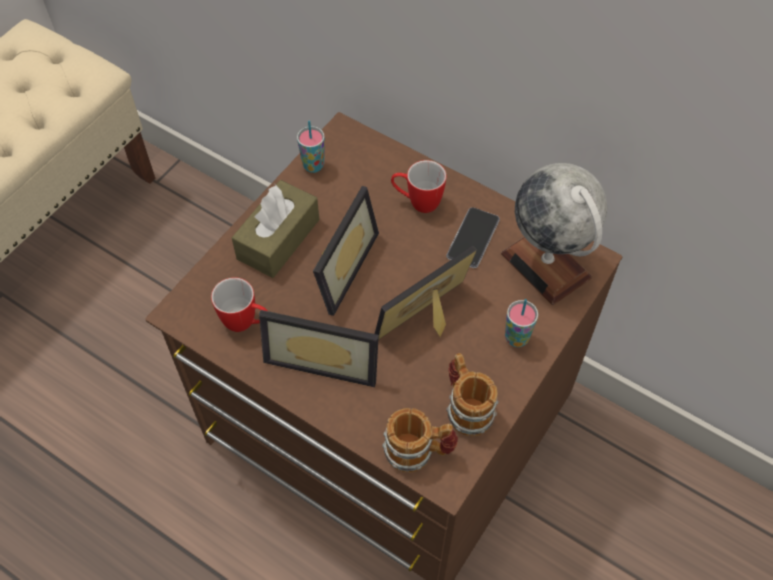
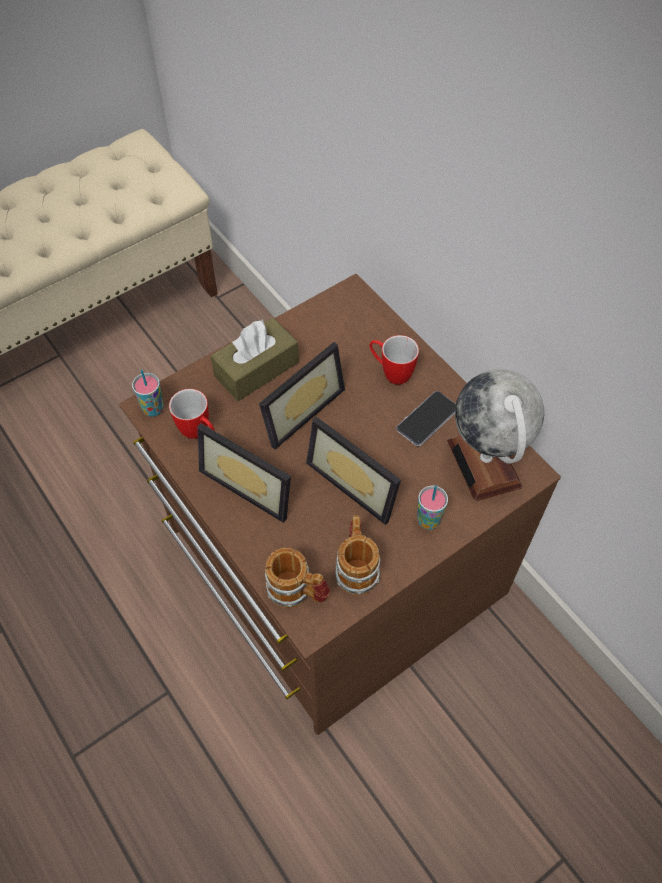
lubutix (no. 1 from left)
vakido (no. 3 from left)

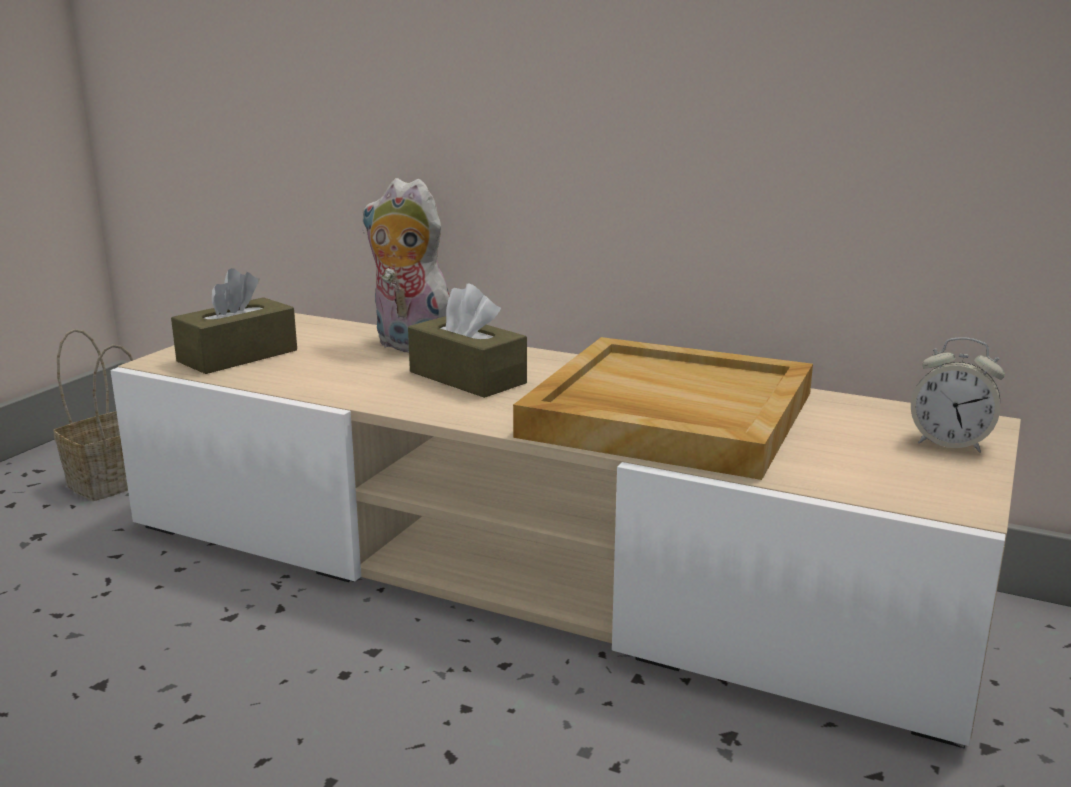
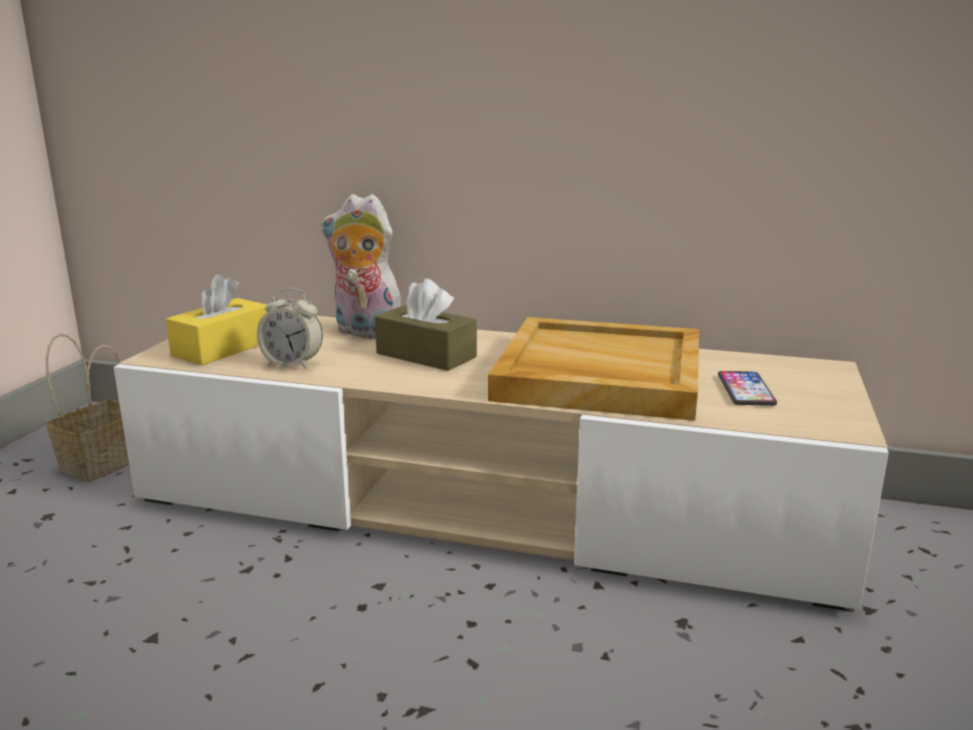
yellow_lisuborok
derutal
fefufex

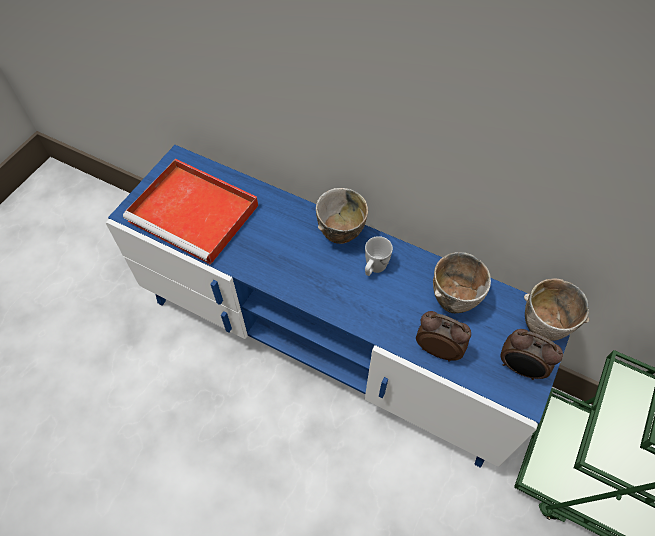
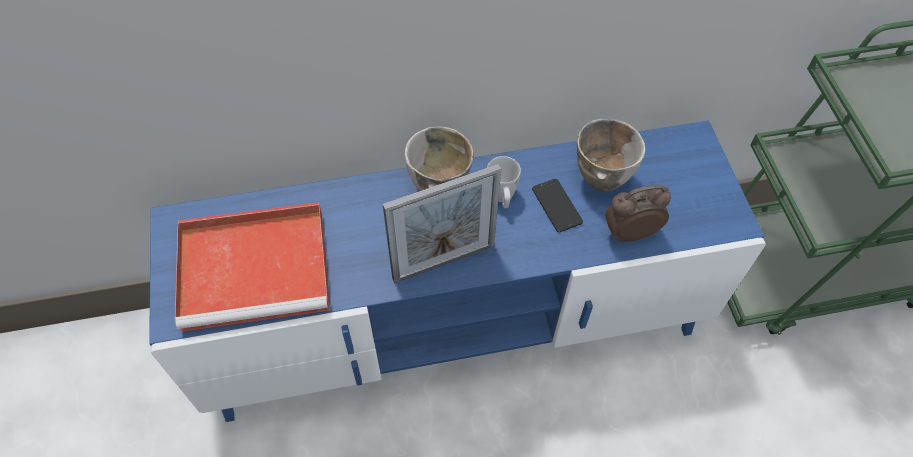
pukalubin (no. 3 from left in the first image)
derutal (no. 2 from left in the first image)
vakido
fefufex

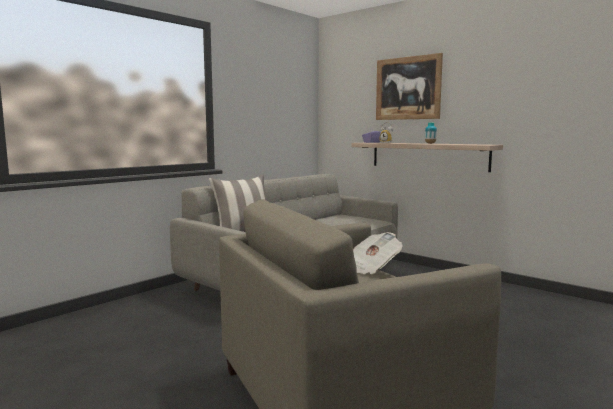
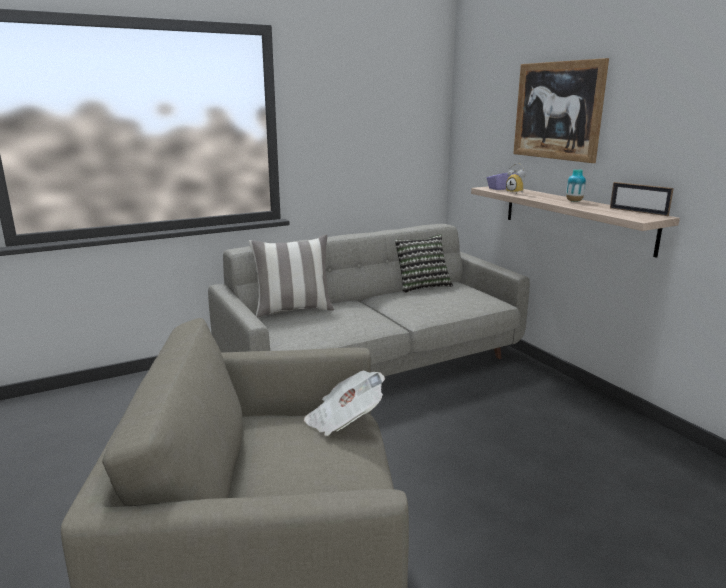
vakido
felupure (no. 2 from left)

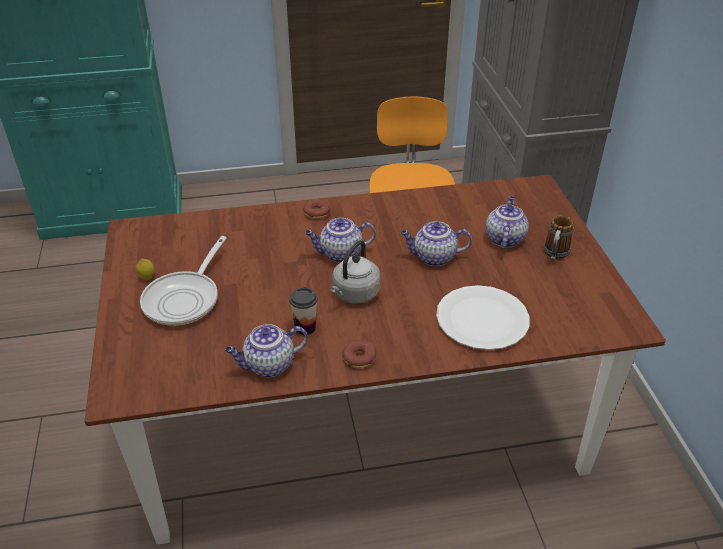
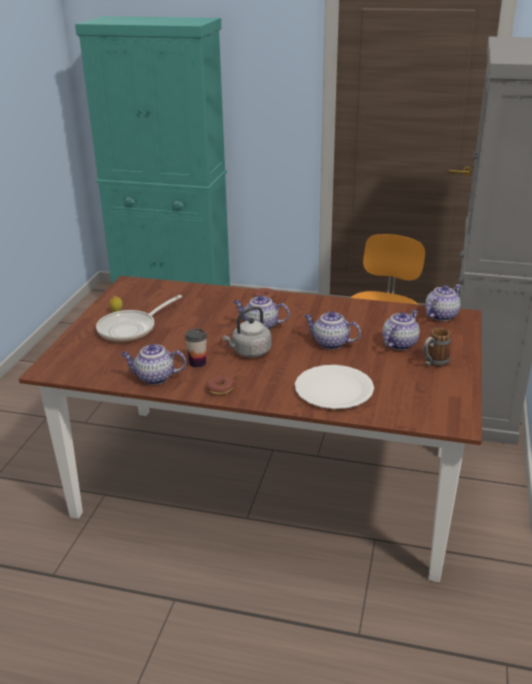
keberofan (no. 5 from left)

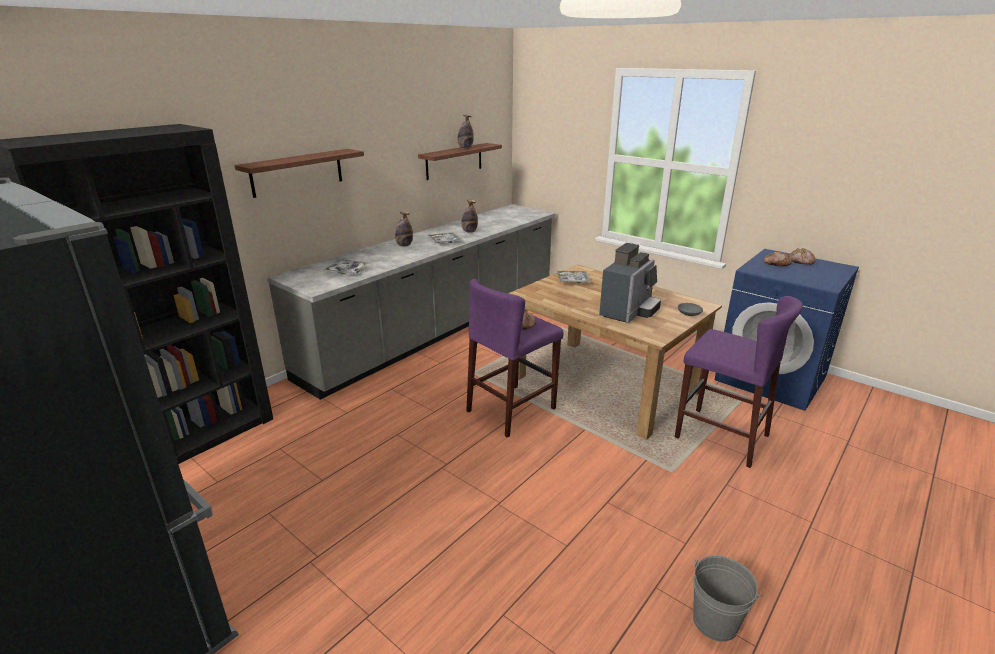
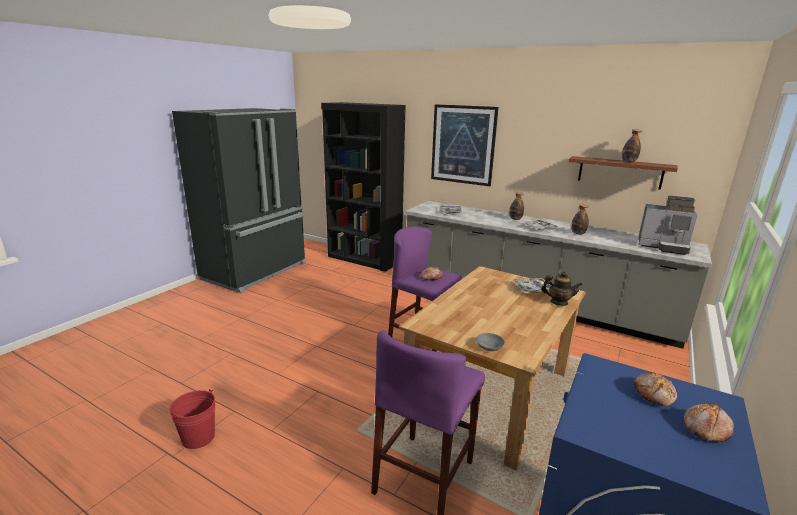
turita
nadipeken
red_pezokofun
keberofan

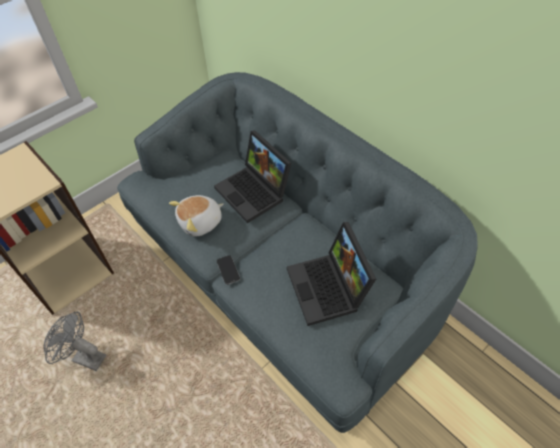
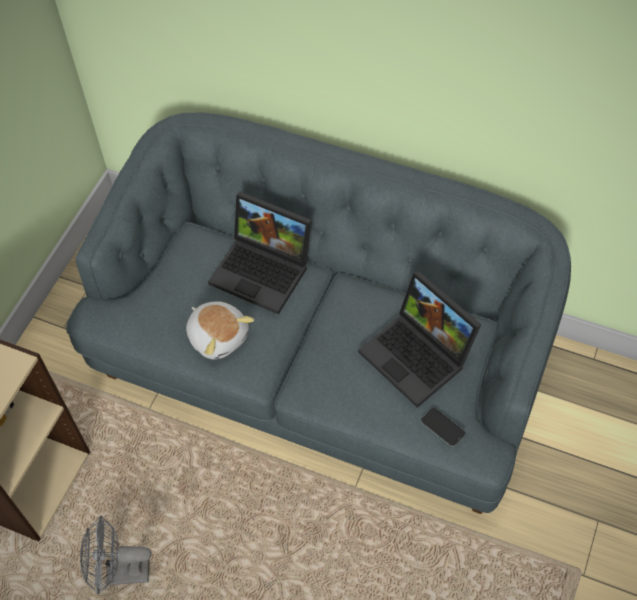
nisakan
fefufex

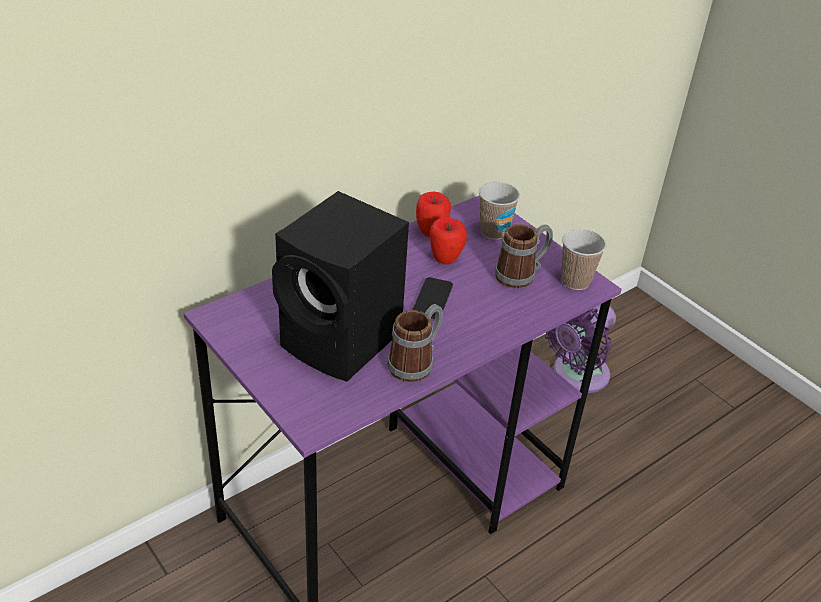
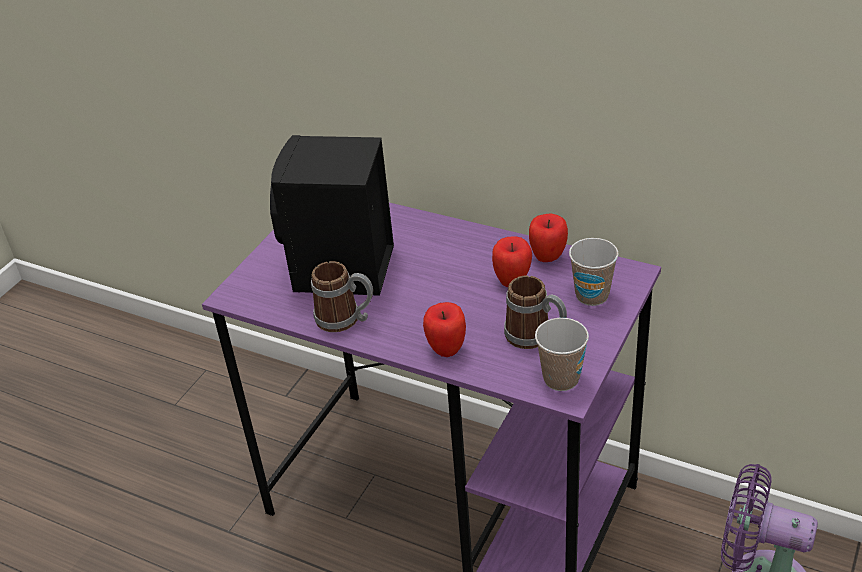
fefufex
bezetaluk (no. 1 from left)

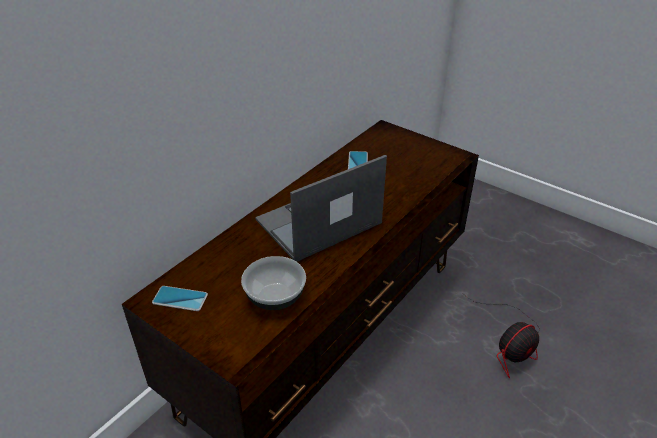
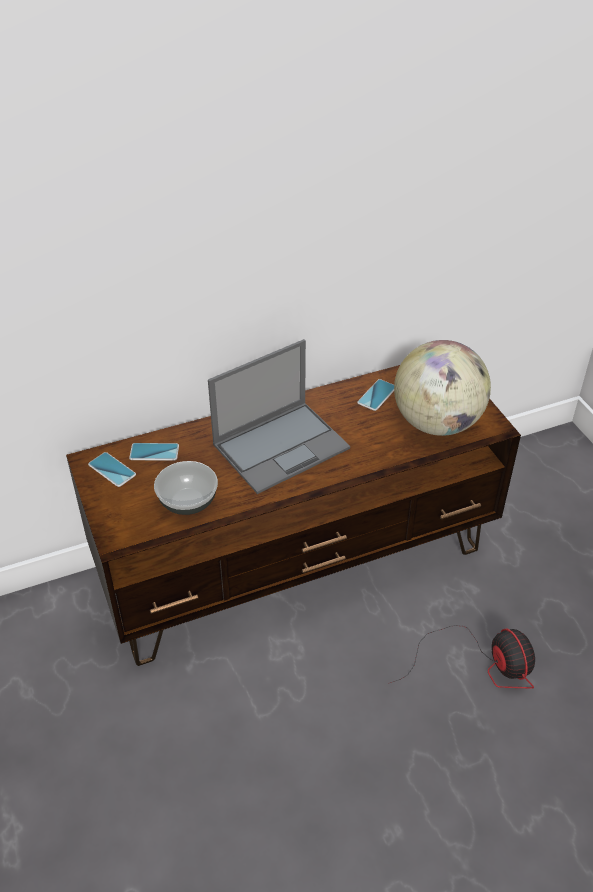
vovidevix
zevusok
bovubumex
fefufex (no. 2 from left)

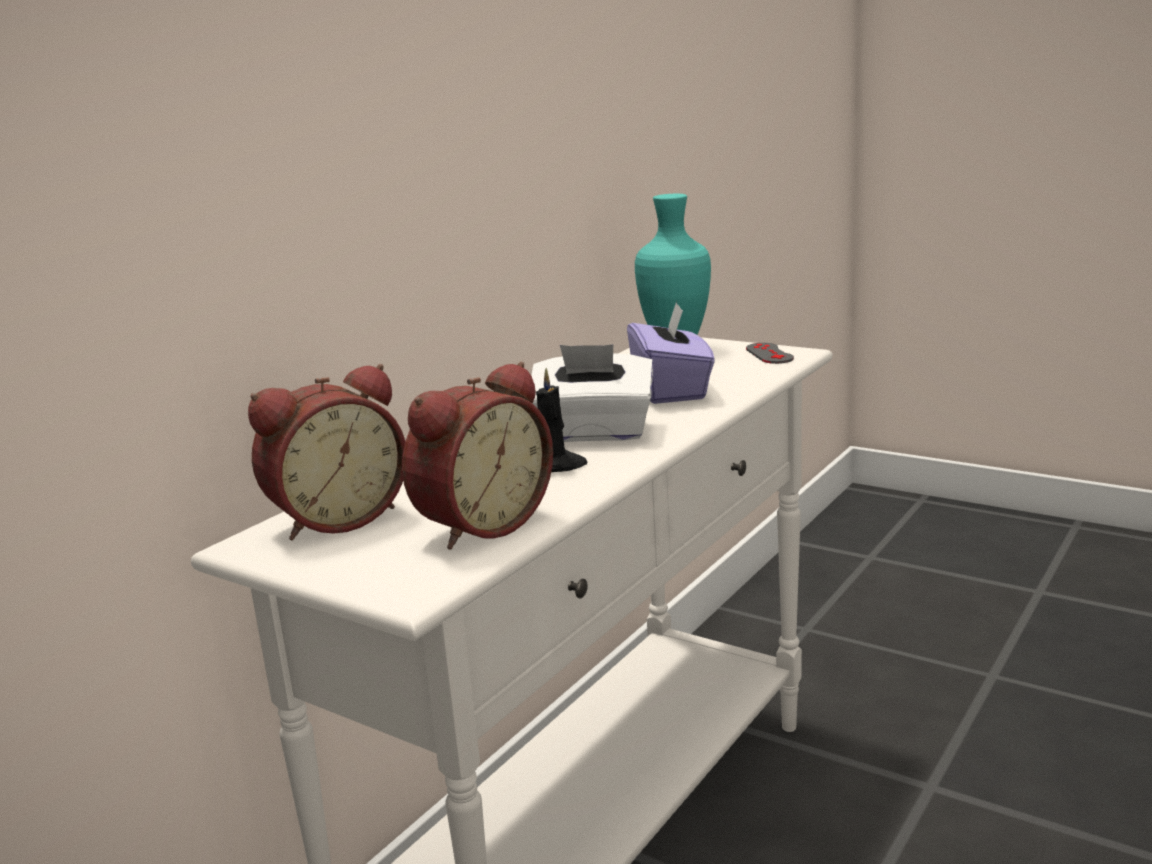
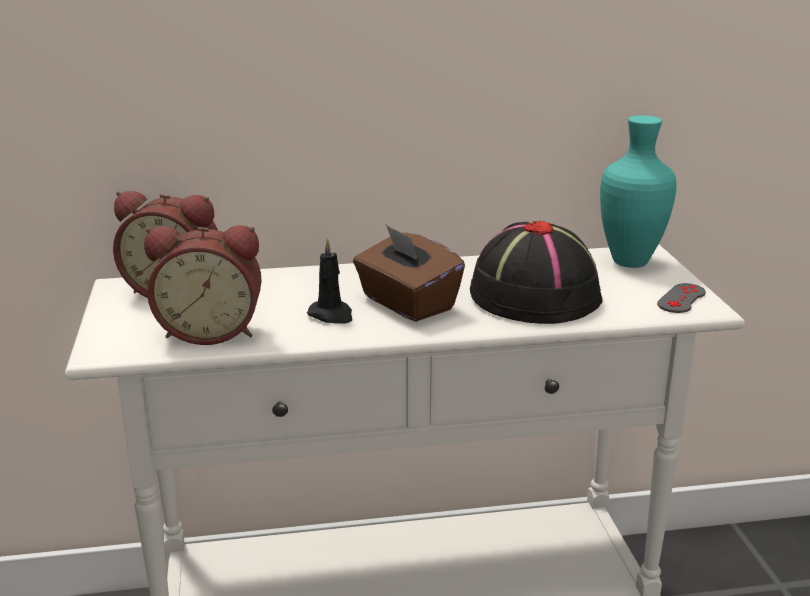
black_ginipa
brown_lisuborok

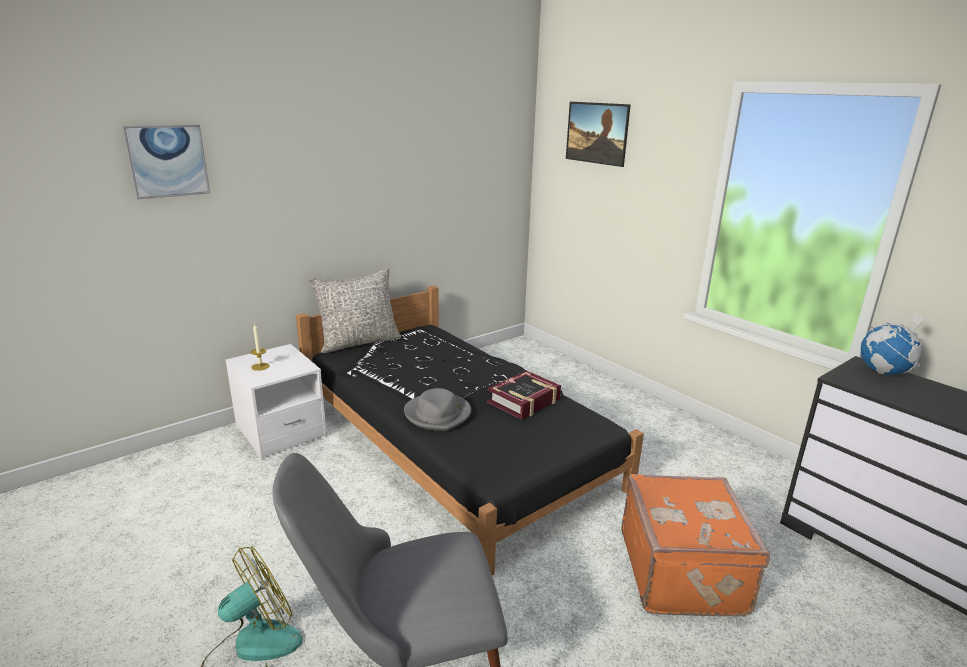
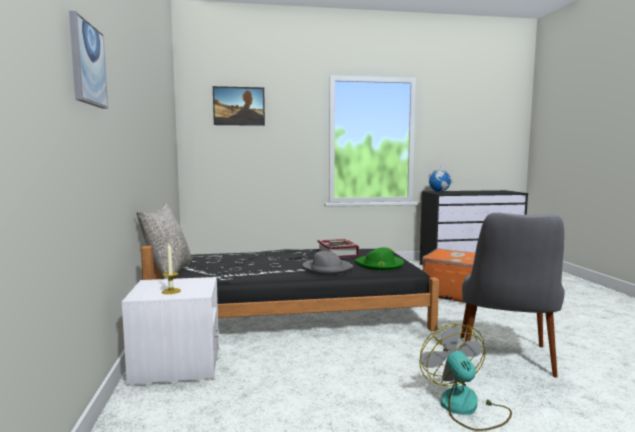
green_ginipa

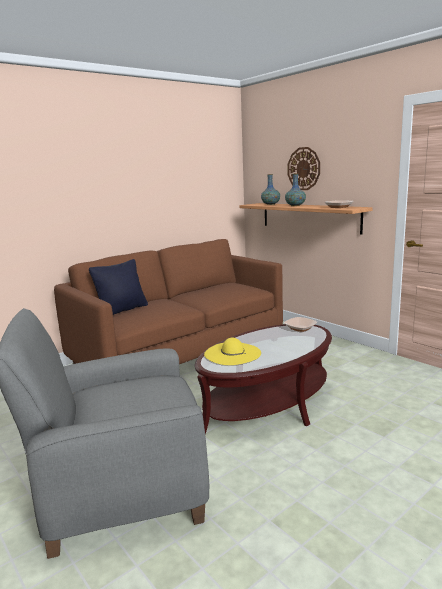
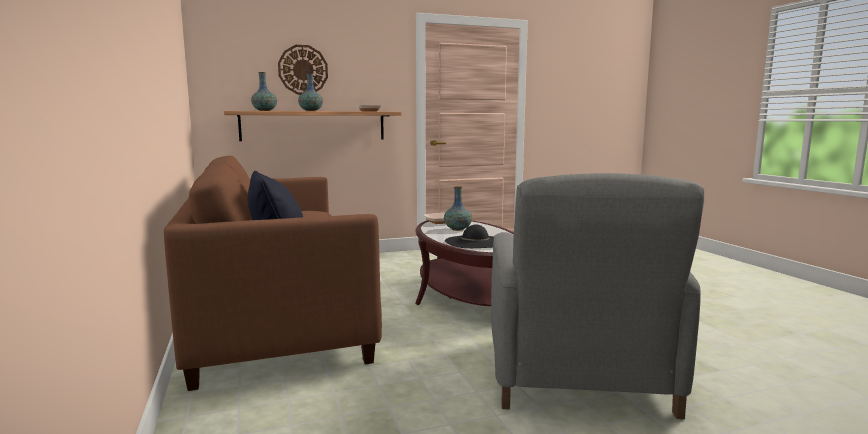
black_ginipa
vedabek (no. 3 from left)

